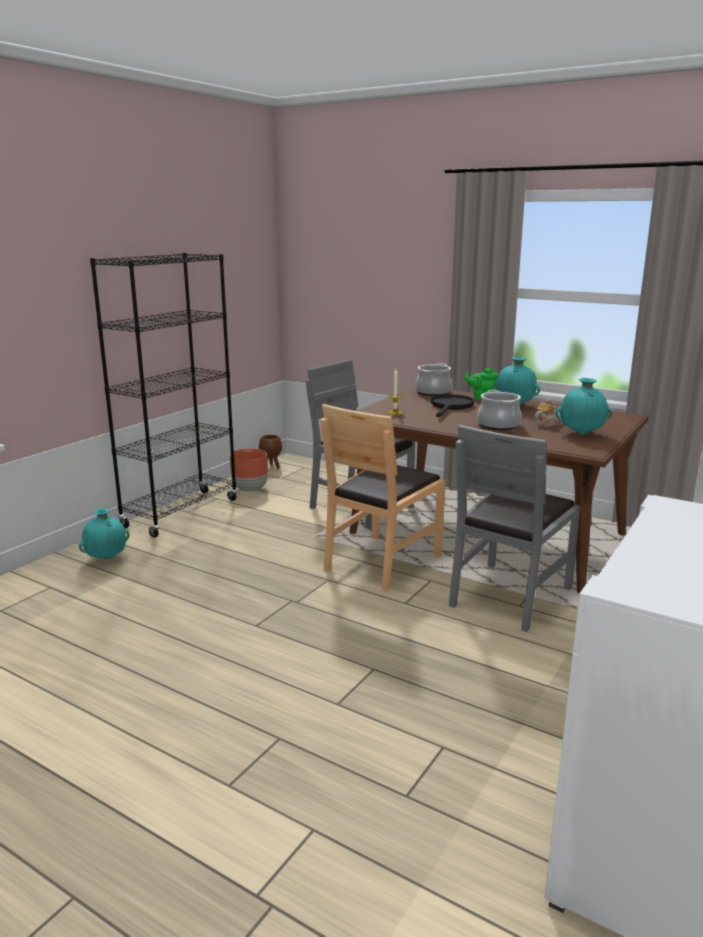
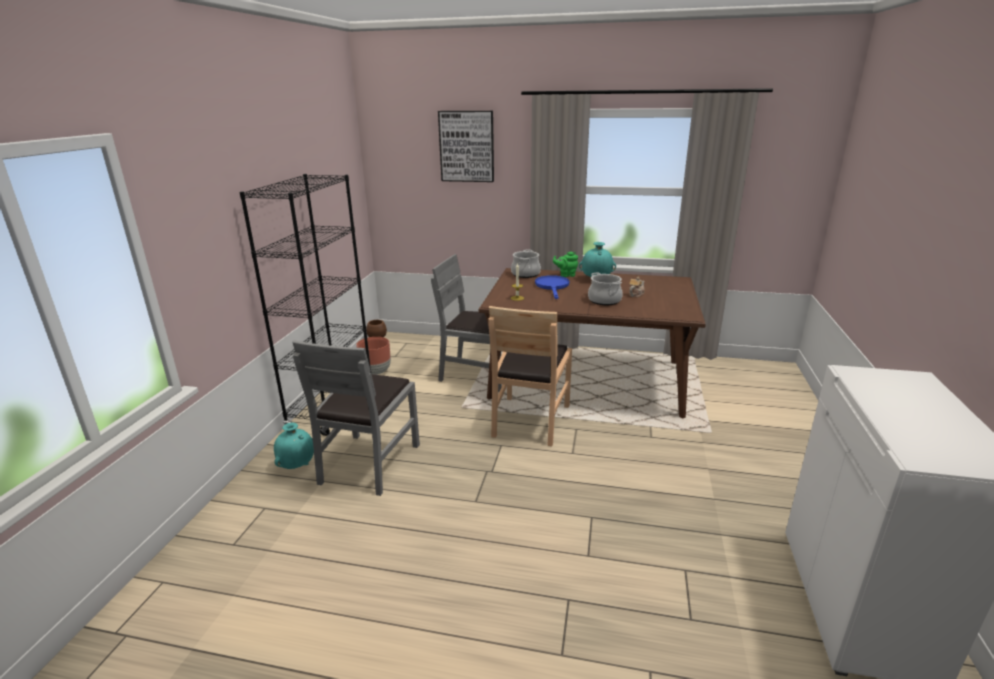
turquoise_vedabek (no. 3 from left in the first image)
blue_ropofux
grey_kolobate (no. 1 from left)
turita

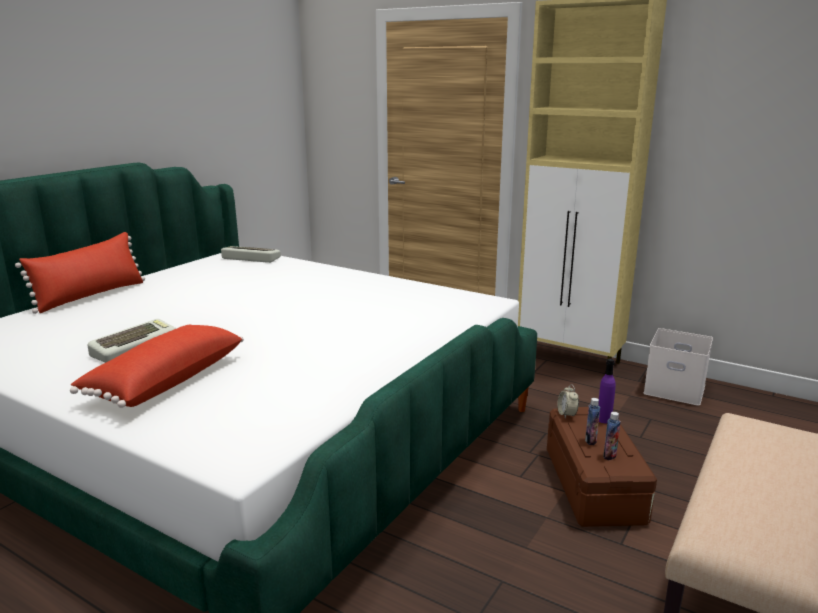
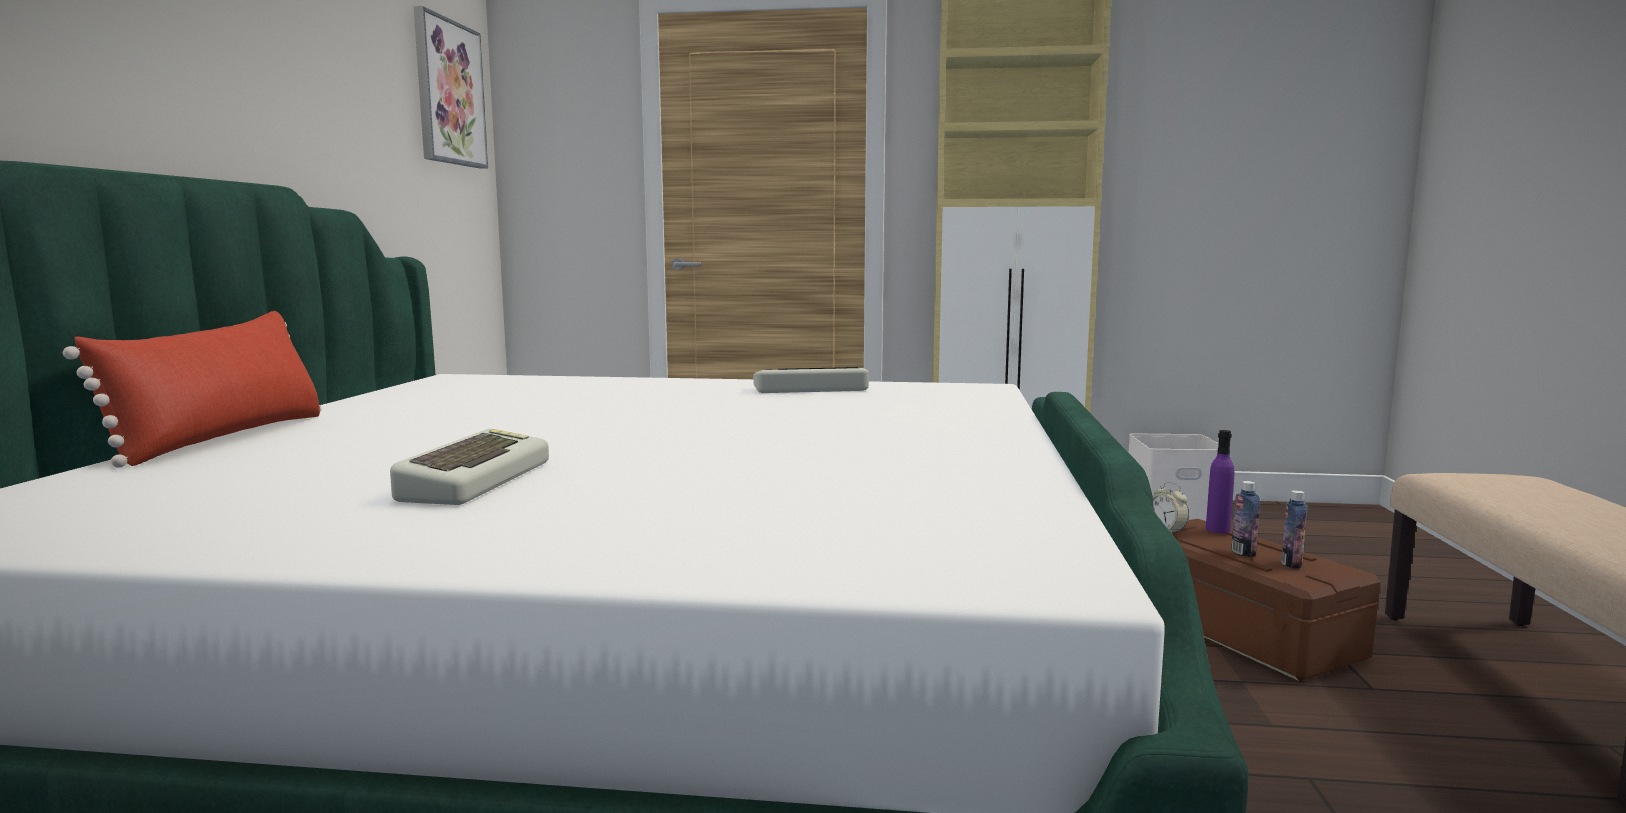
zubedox (no. 2 from left)
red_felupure (no. 2 from left in the first image)
turita

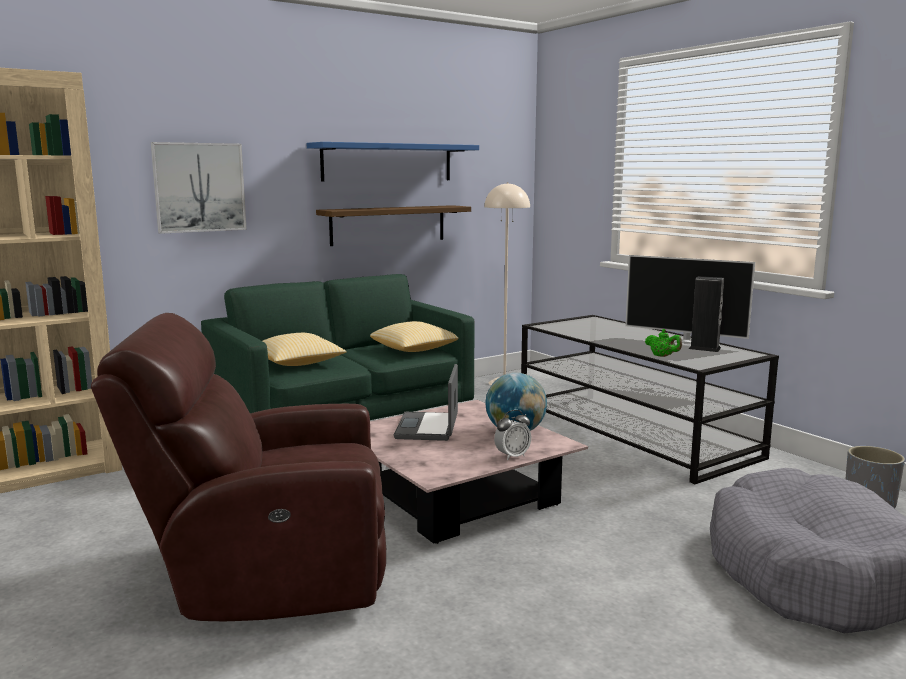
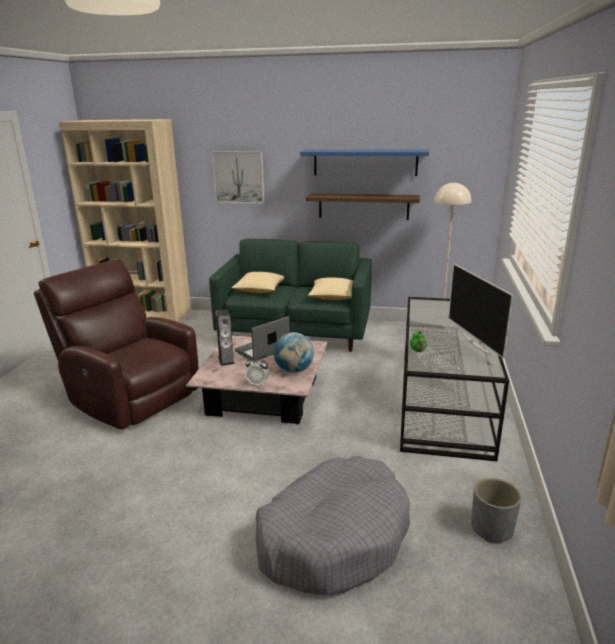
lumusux

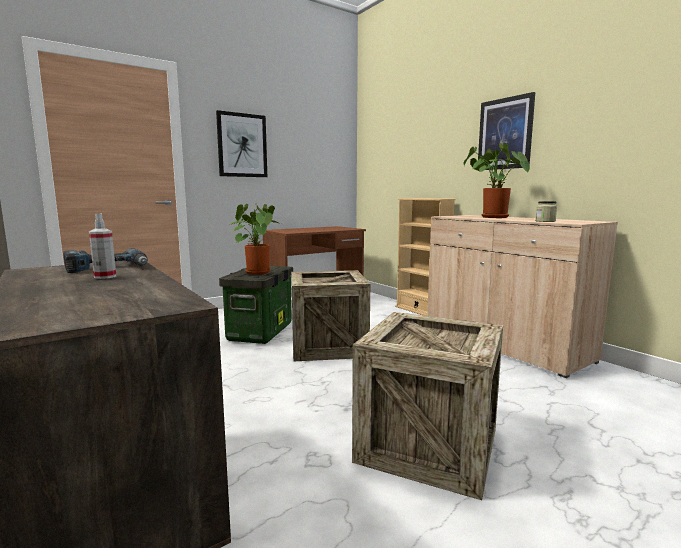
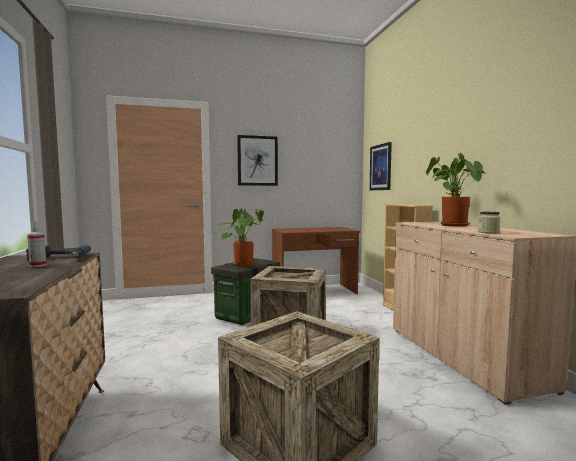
turita (no. 2 from left)

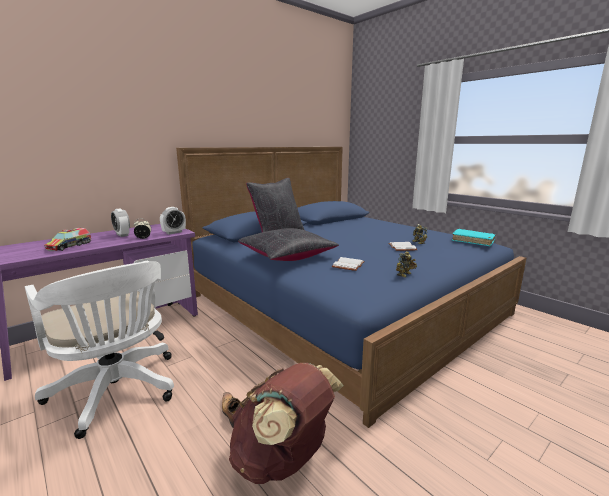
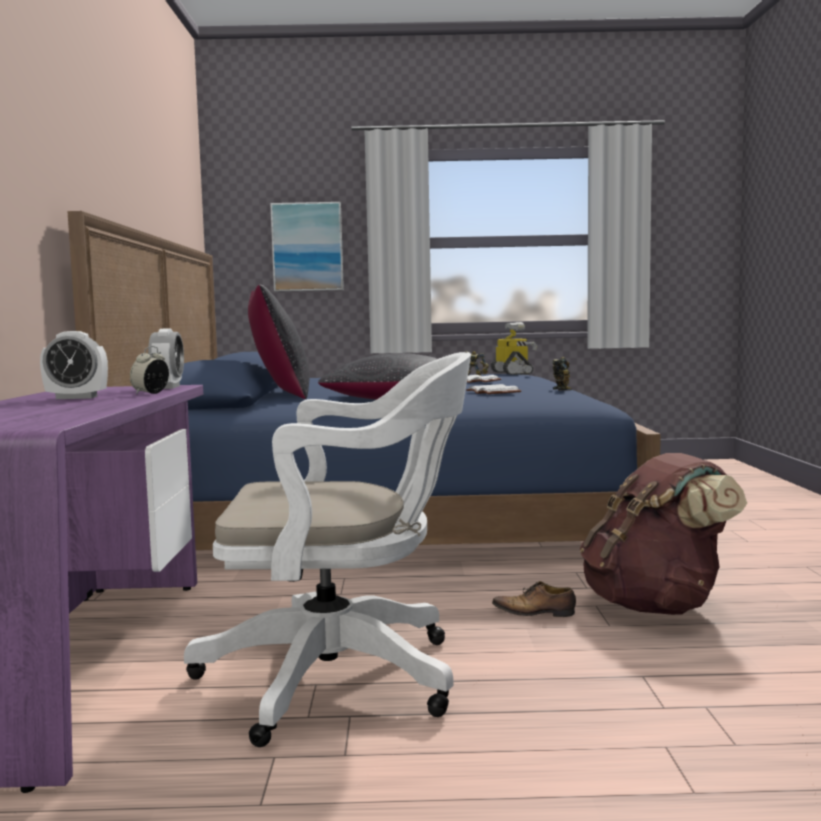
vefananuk
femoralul (no. 2 from left)
turita

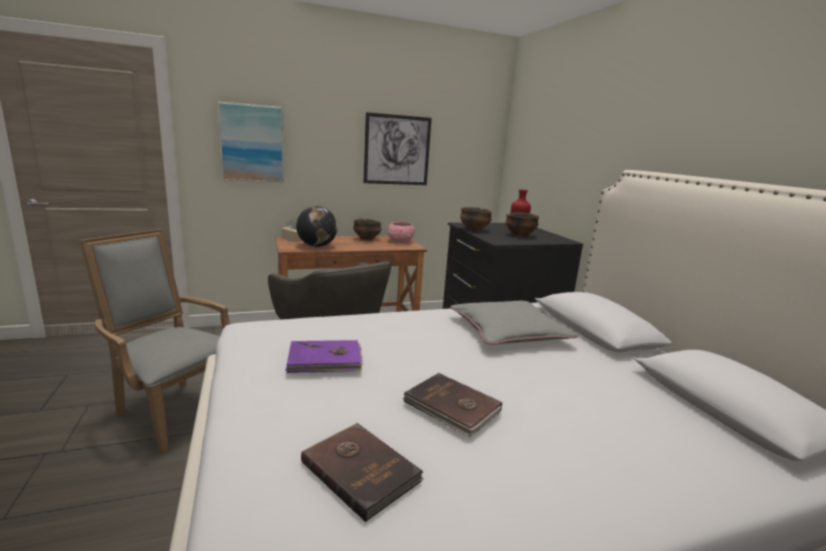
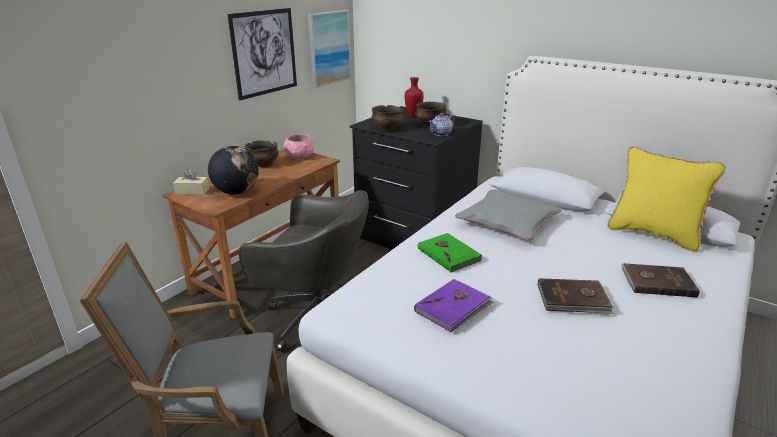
turita (no. 2 from left)
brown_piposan (no. 2 from left)
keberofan
yellow_felupure
green_piposan

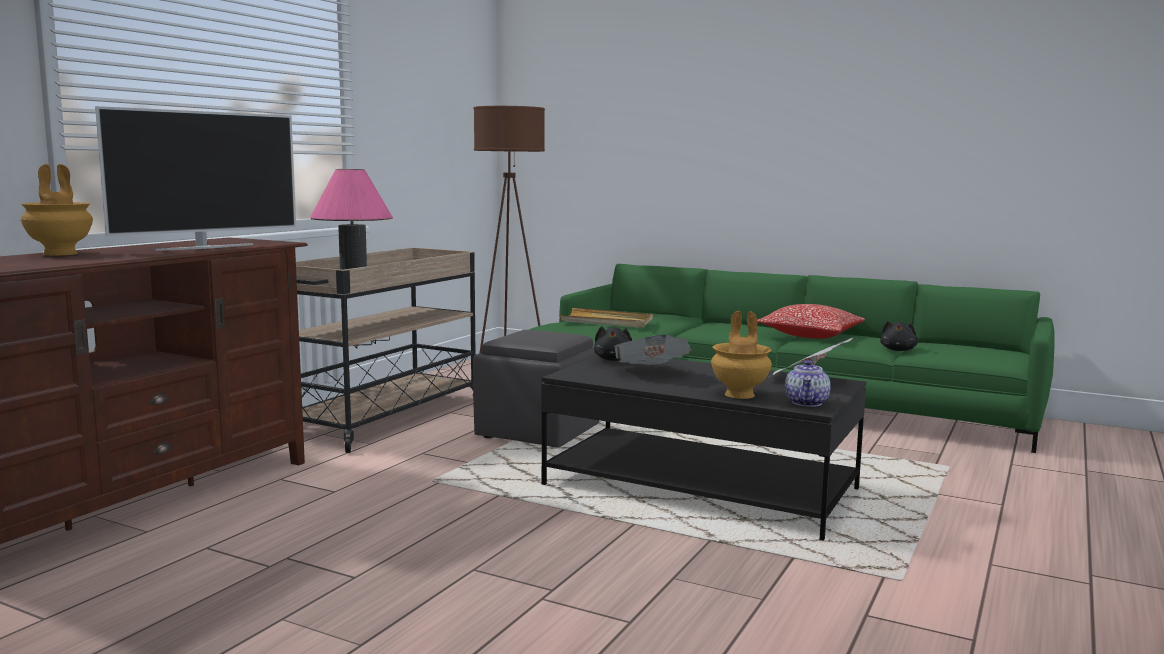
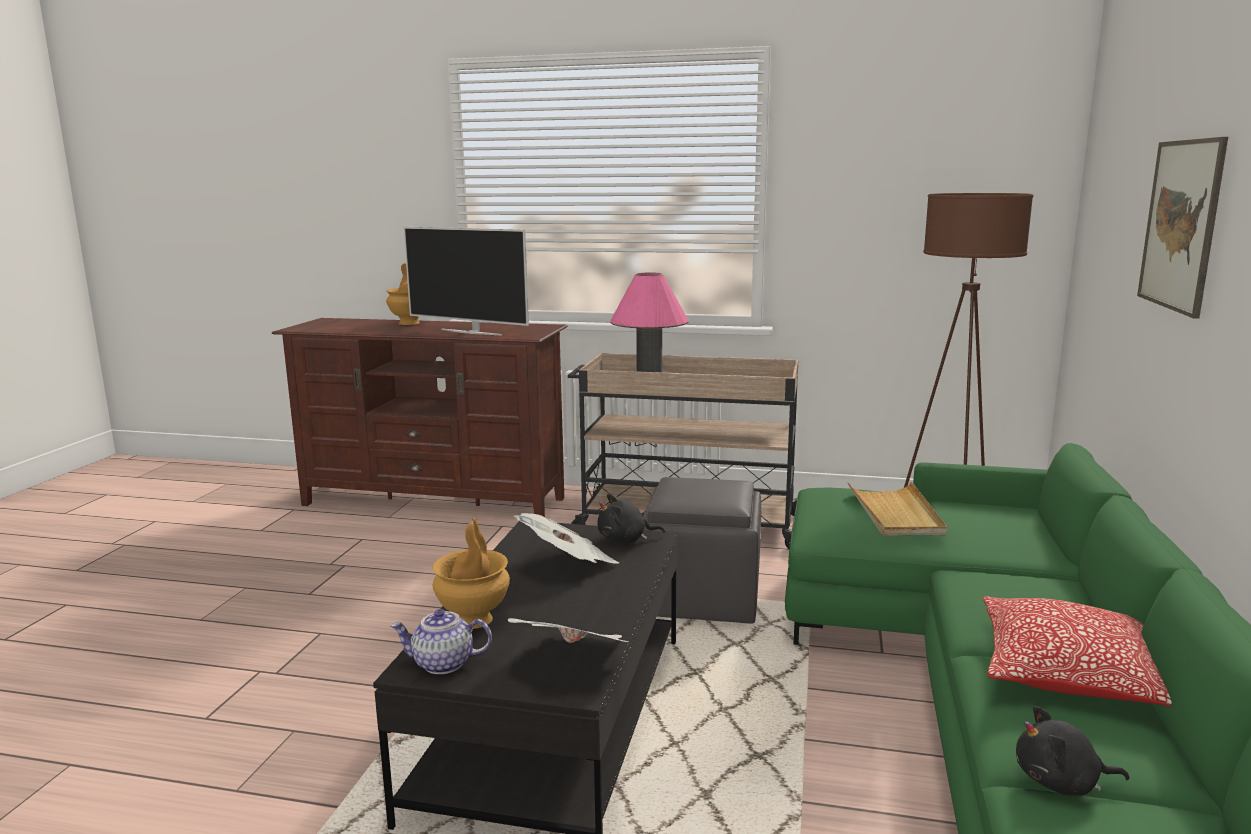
turita

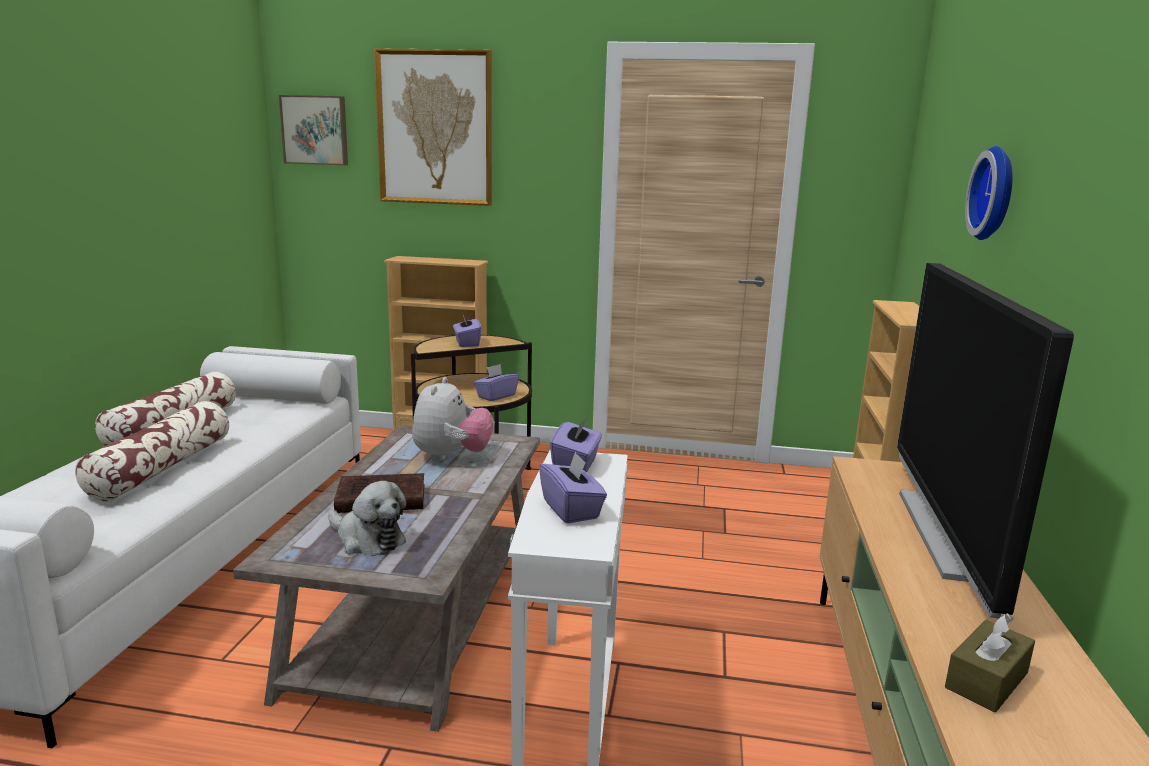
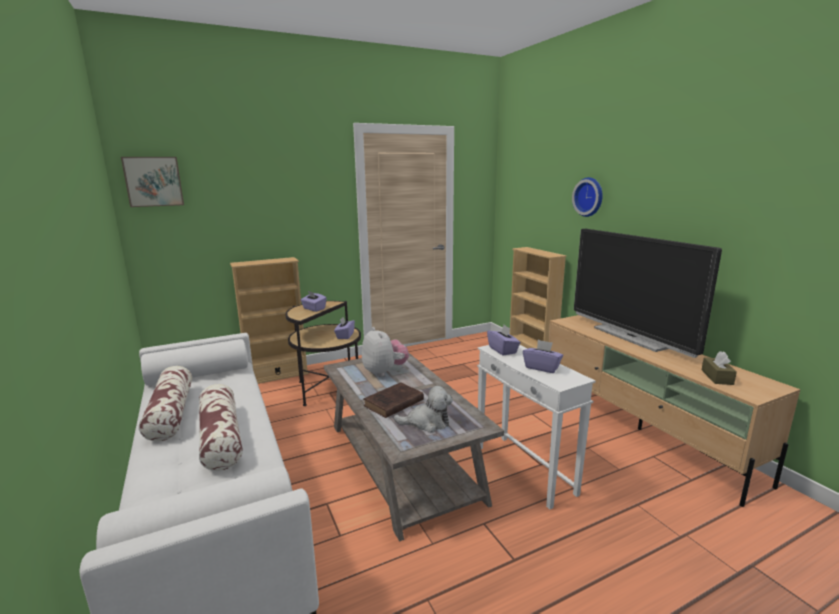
turita (no. 2 from left in the first image)

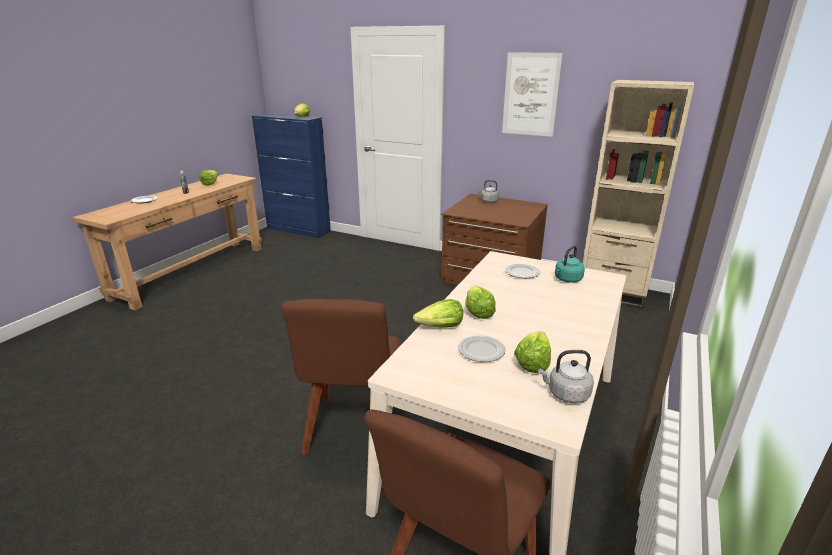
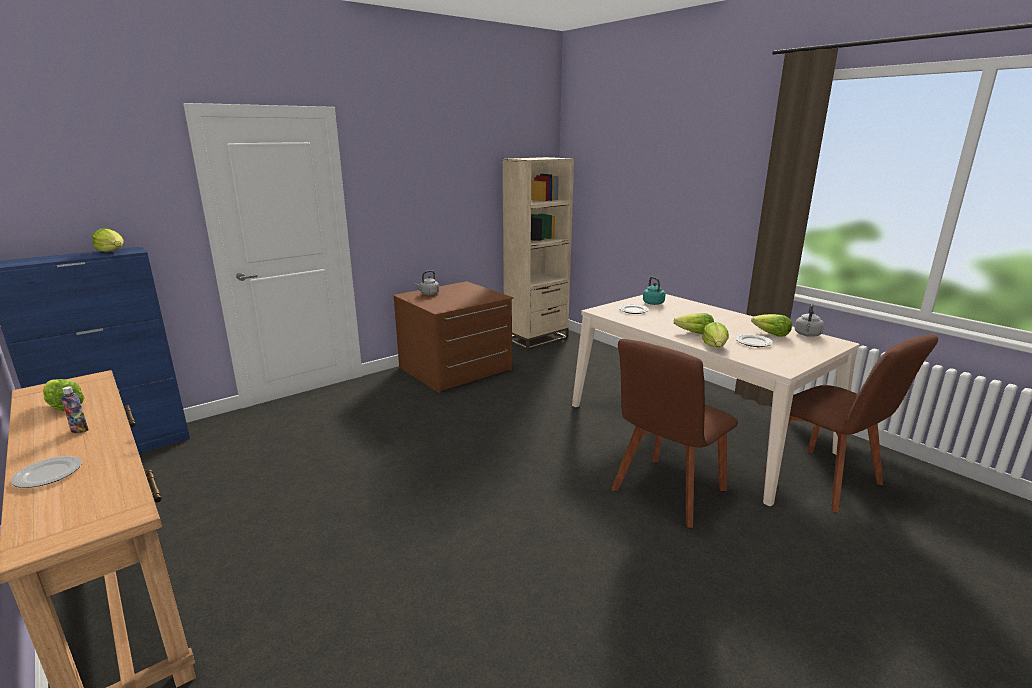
turita
brown_kolobate (no. 1 from left)

